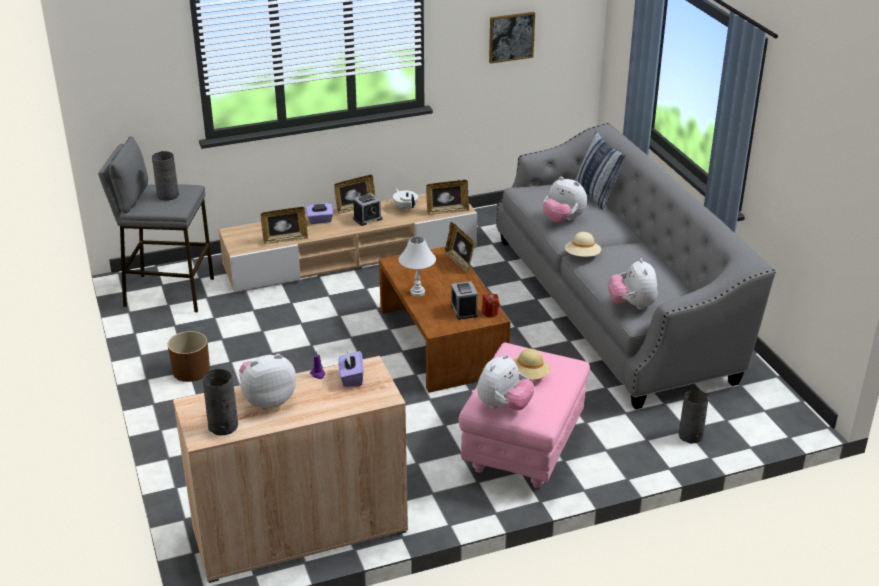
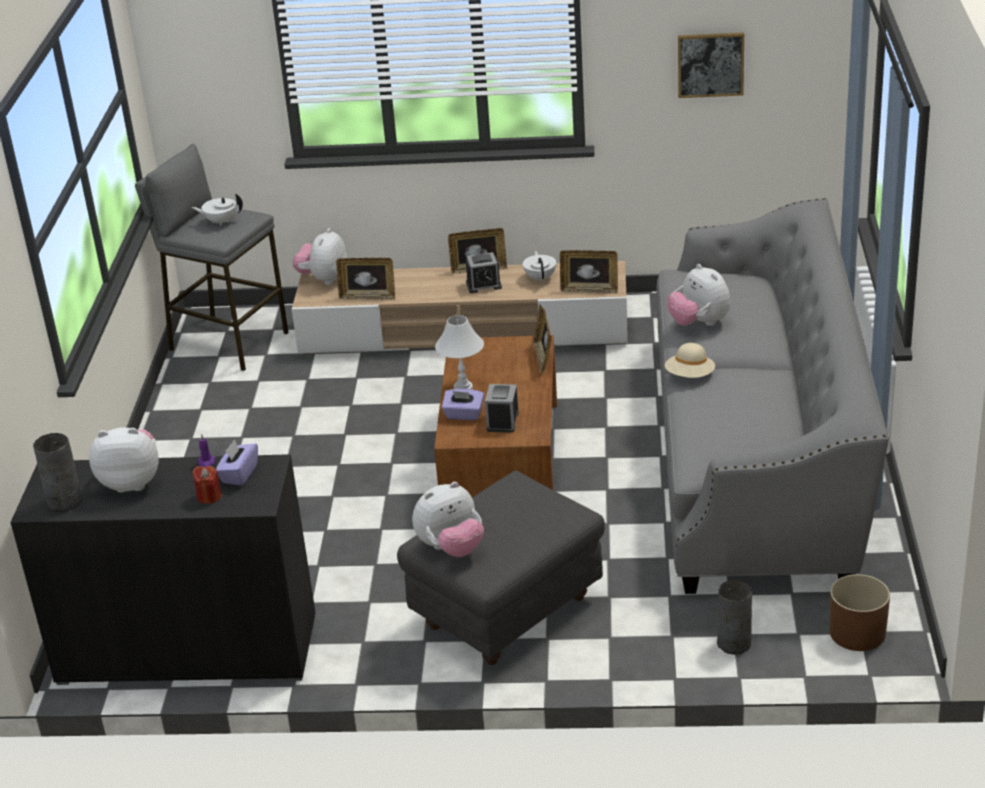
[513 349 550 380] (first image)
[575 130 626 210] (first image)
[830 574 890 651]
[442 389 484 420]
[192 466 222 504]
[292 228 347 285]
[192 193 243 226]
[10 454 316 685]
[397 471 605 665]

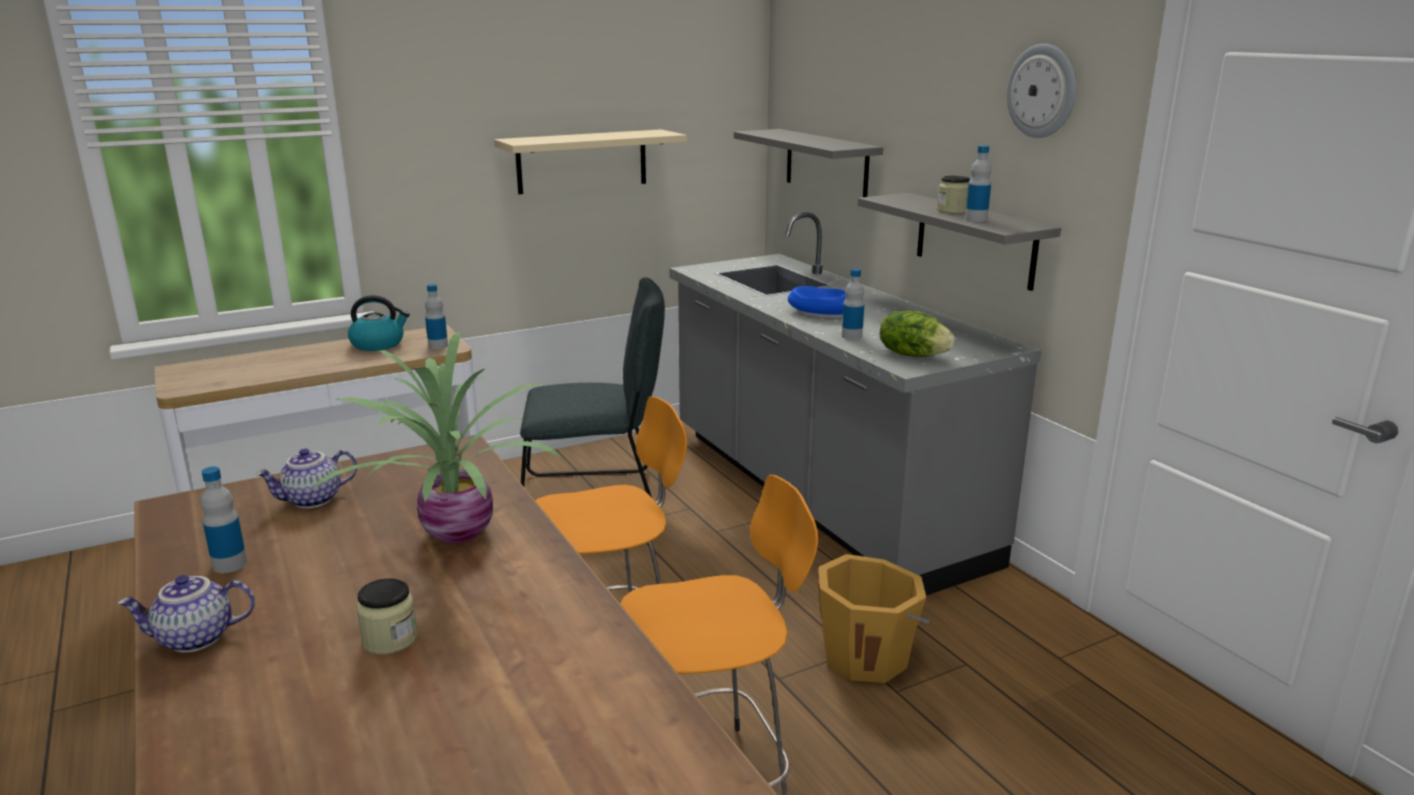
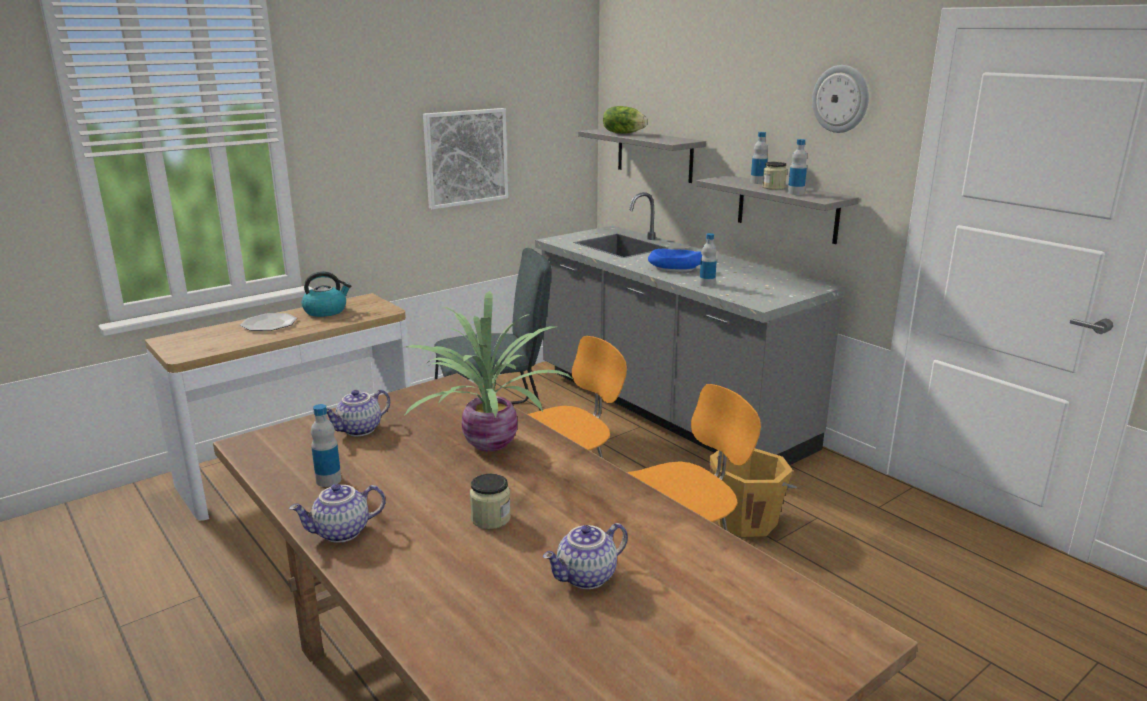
[240 313 297 331]
[543 523 628 589]
[750 132 768 184]
[603 106 647 134]
[423 108 508 209]

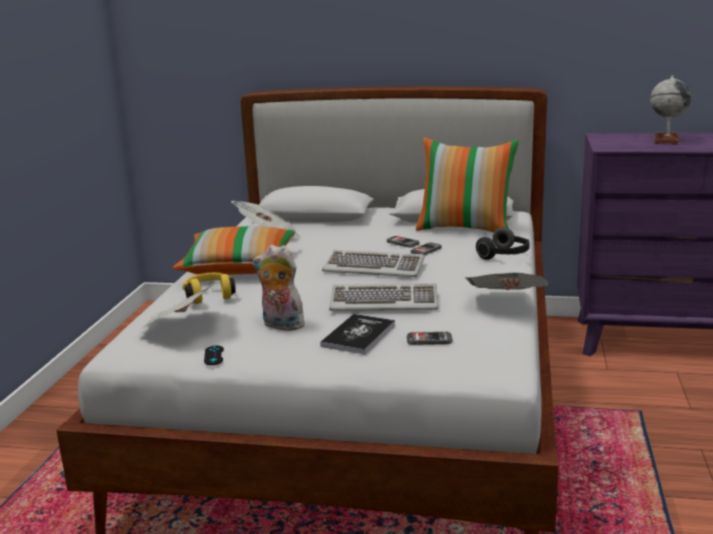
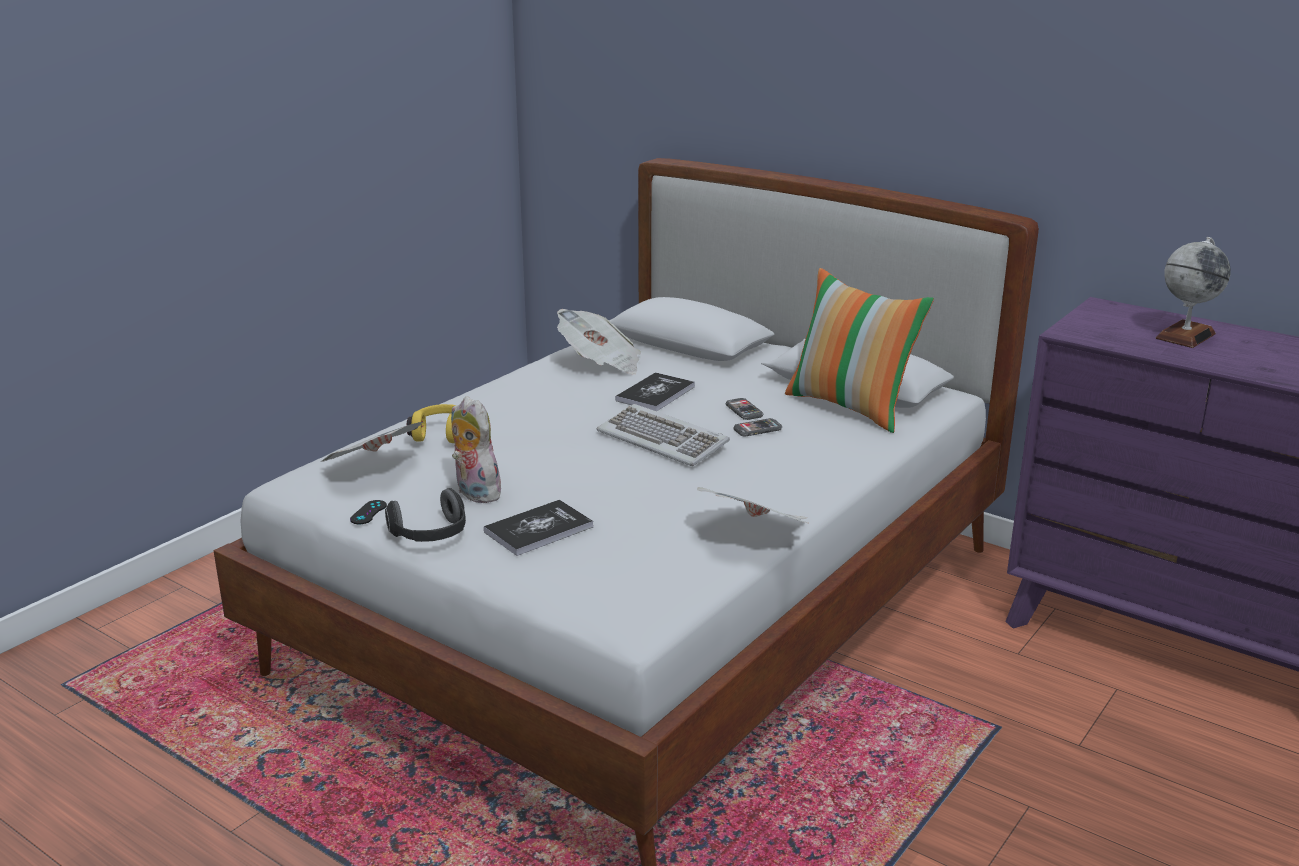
[173 226 295 275] (first image)
[329 283 438 311] (first image)
[407 332 453 345] (first image)
[615 372 695 412]
[385 488 466 542]

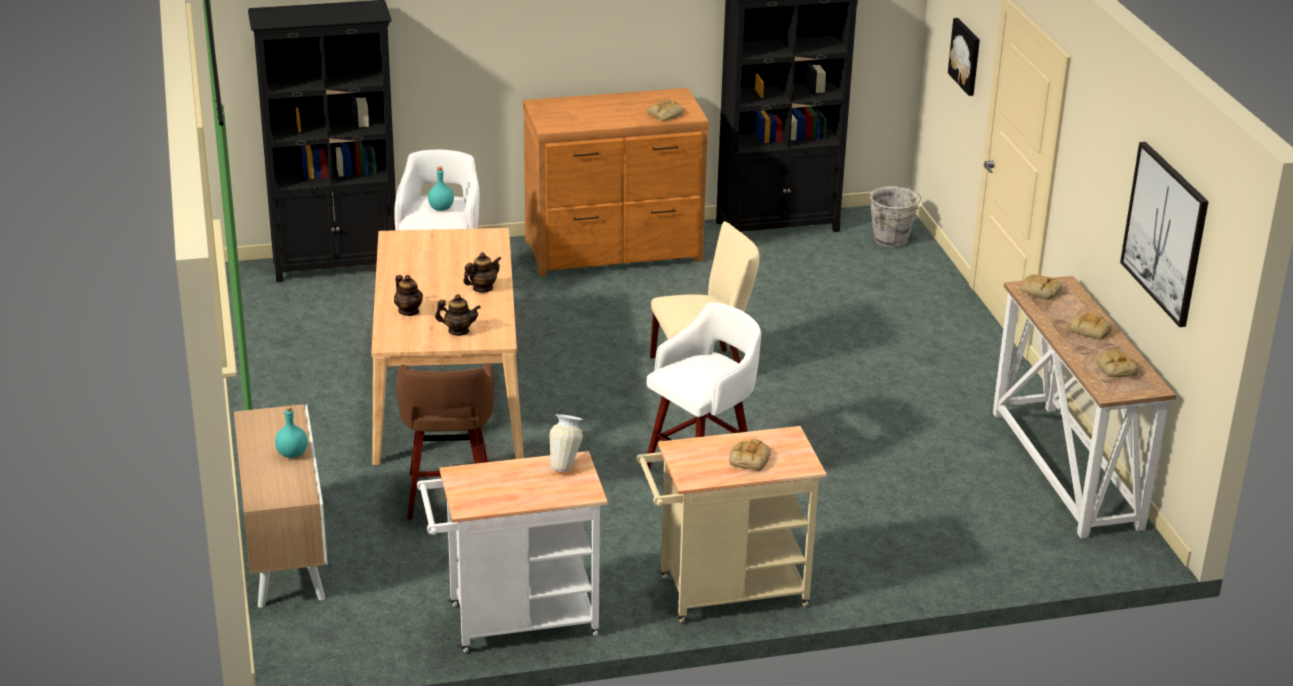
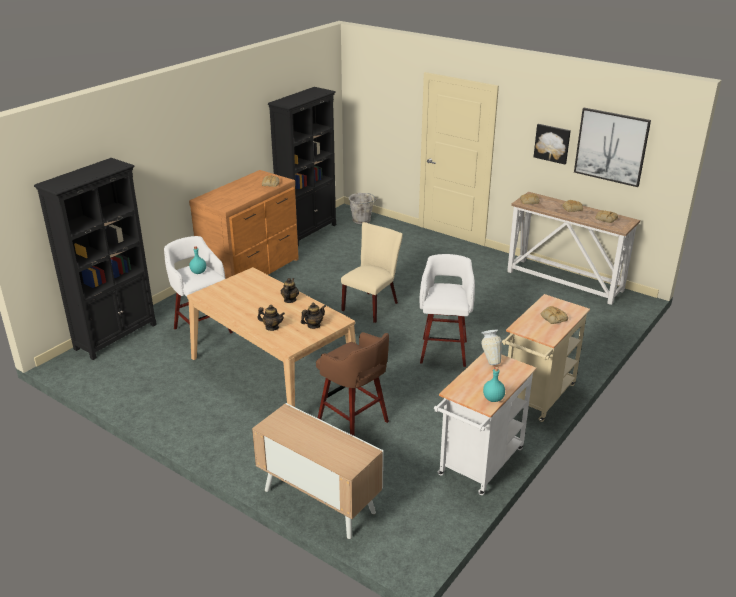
[483 367 505 402]
[534 124 571 165]

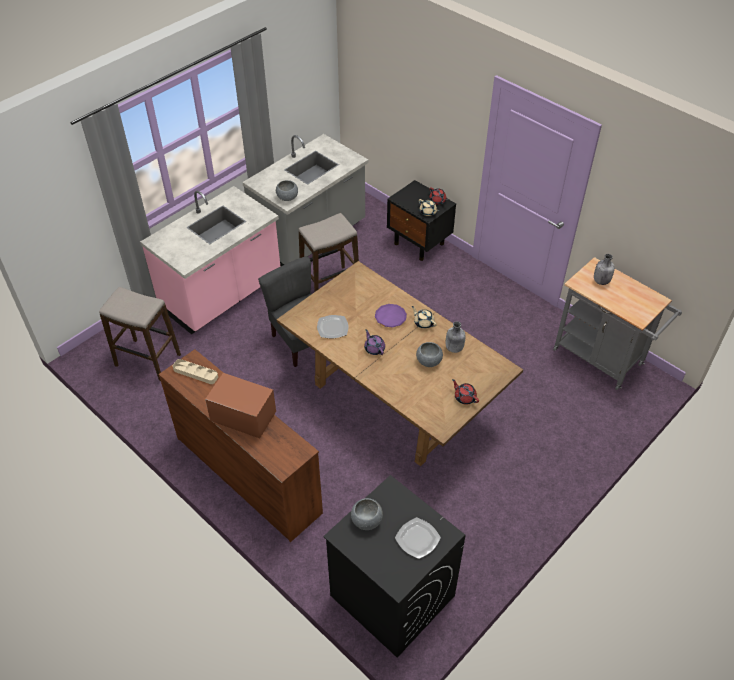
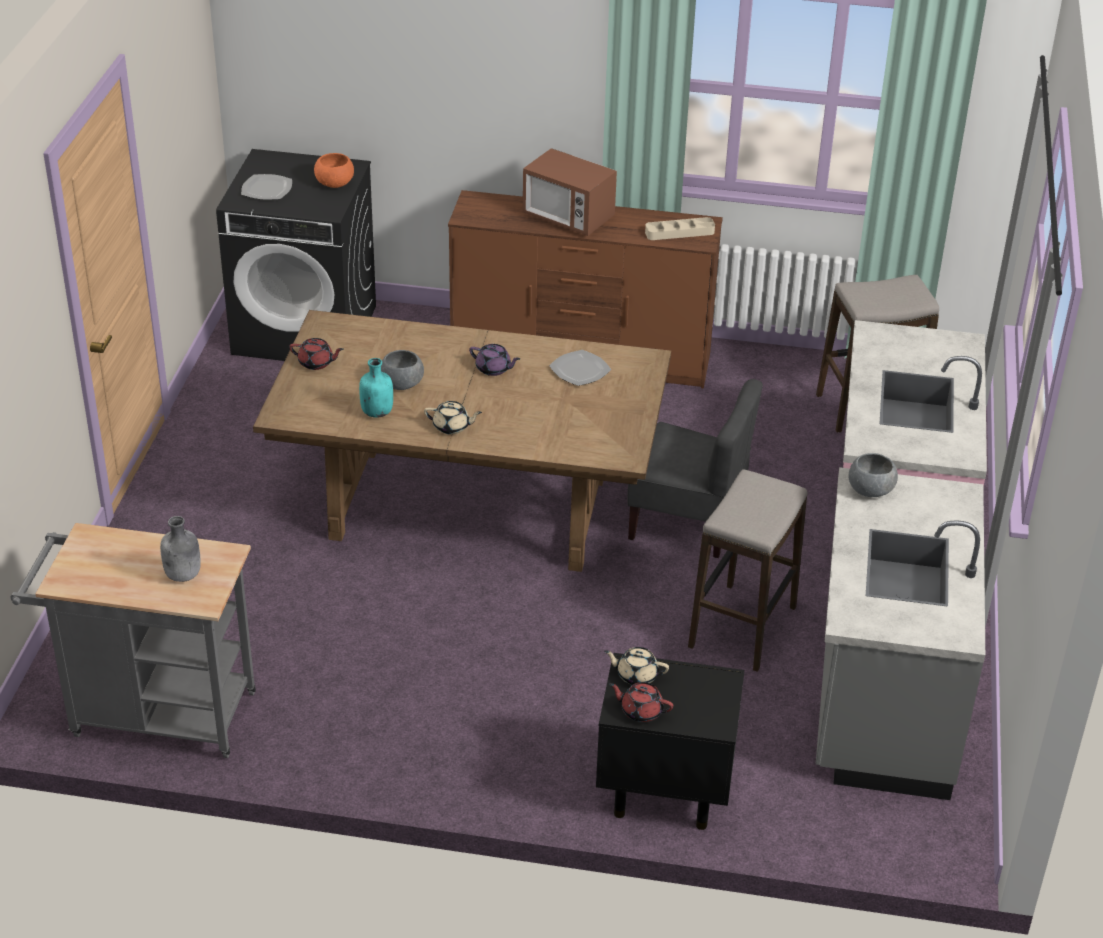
[375 304 407 327] (first image)
[314 153 354 188]
[359 358 393 418]
[523 148 617 236]

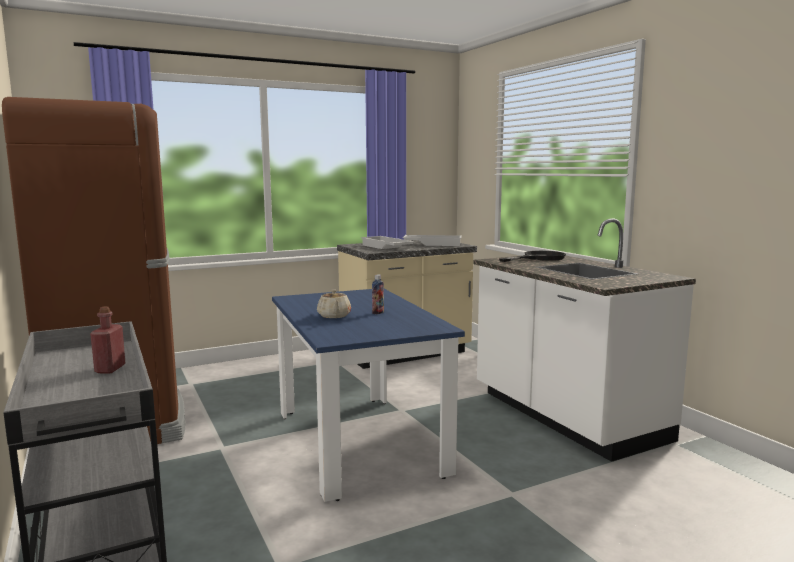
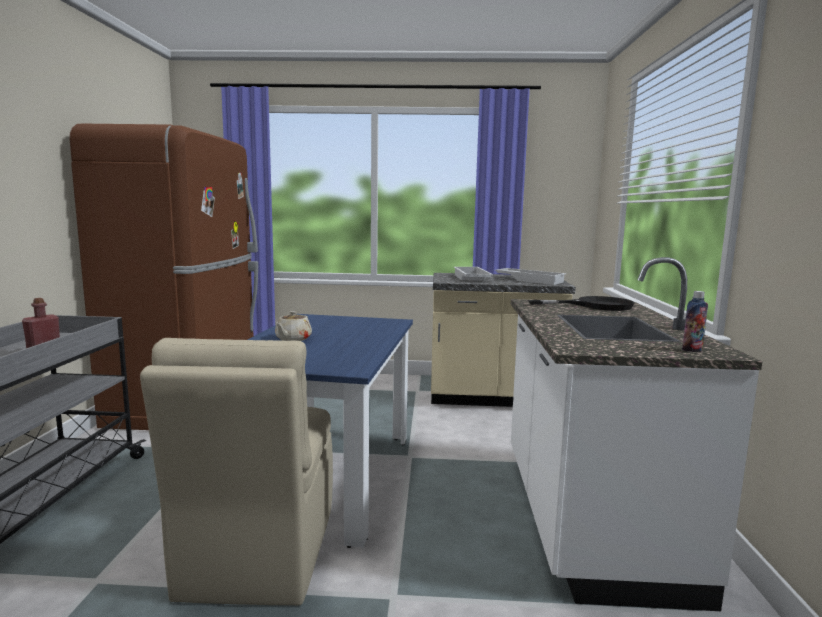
[140 338 333 606]
[682 291 708 352]

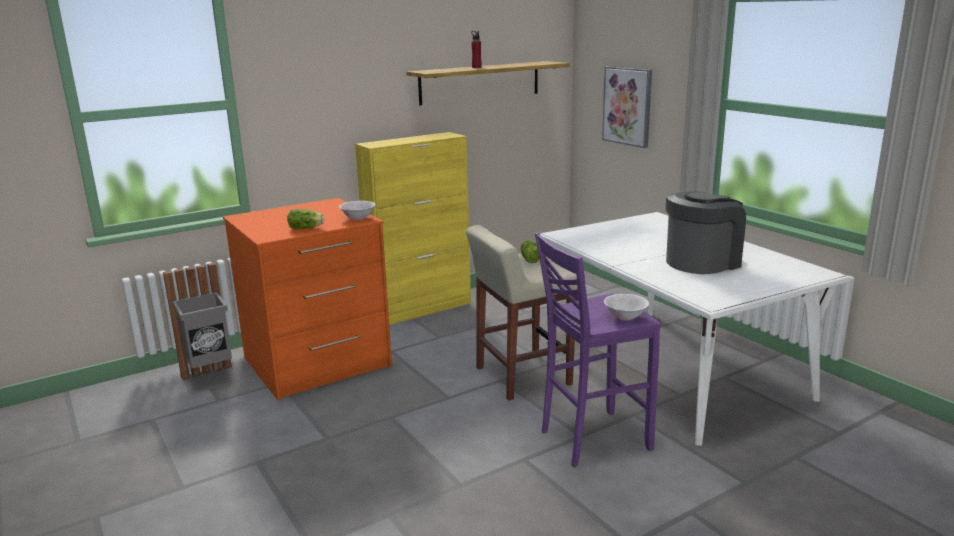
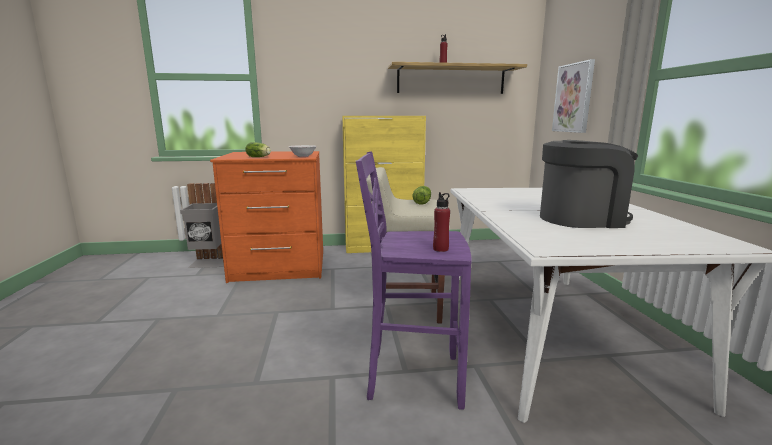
[433 192 450 252]

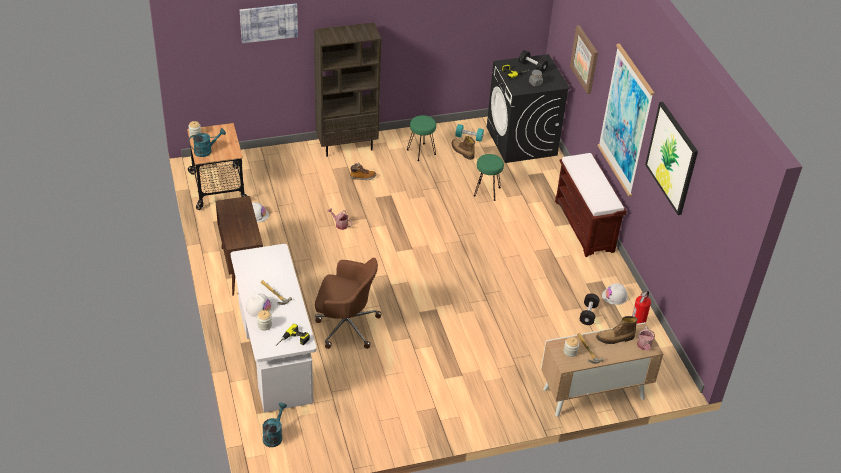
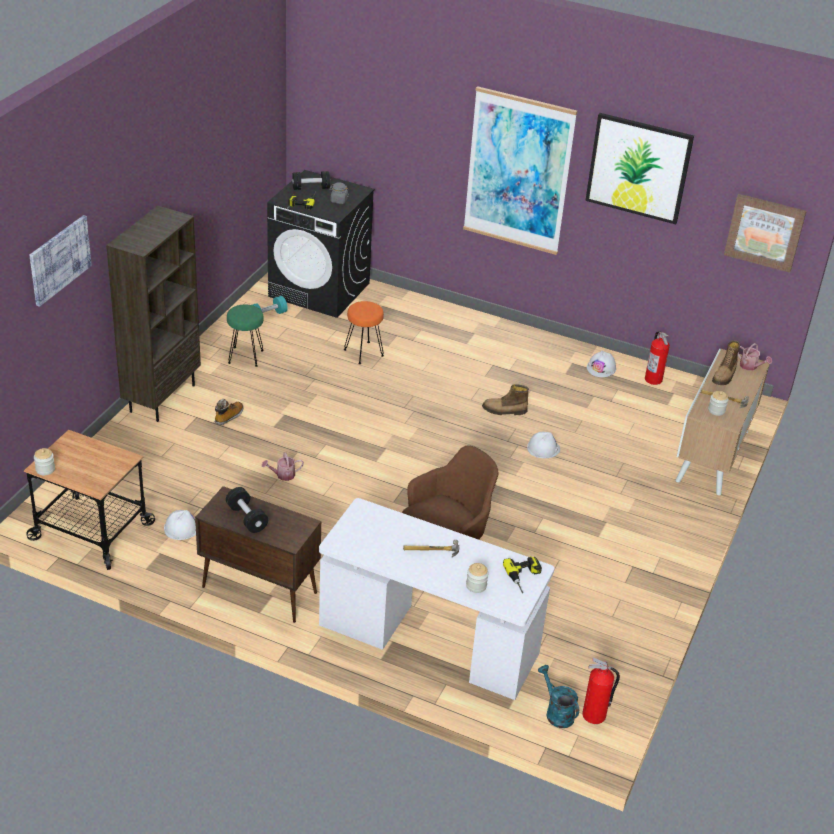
[189 128 226 157] (first image)
[555 153 627 257] (first image)
[582 658 620 724]
[527 432 560 458]
[482 384 529 415]
[724 194 806 273]
[226 487 268 533]
[344 301 384 364]

